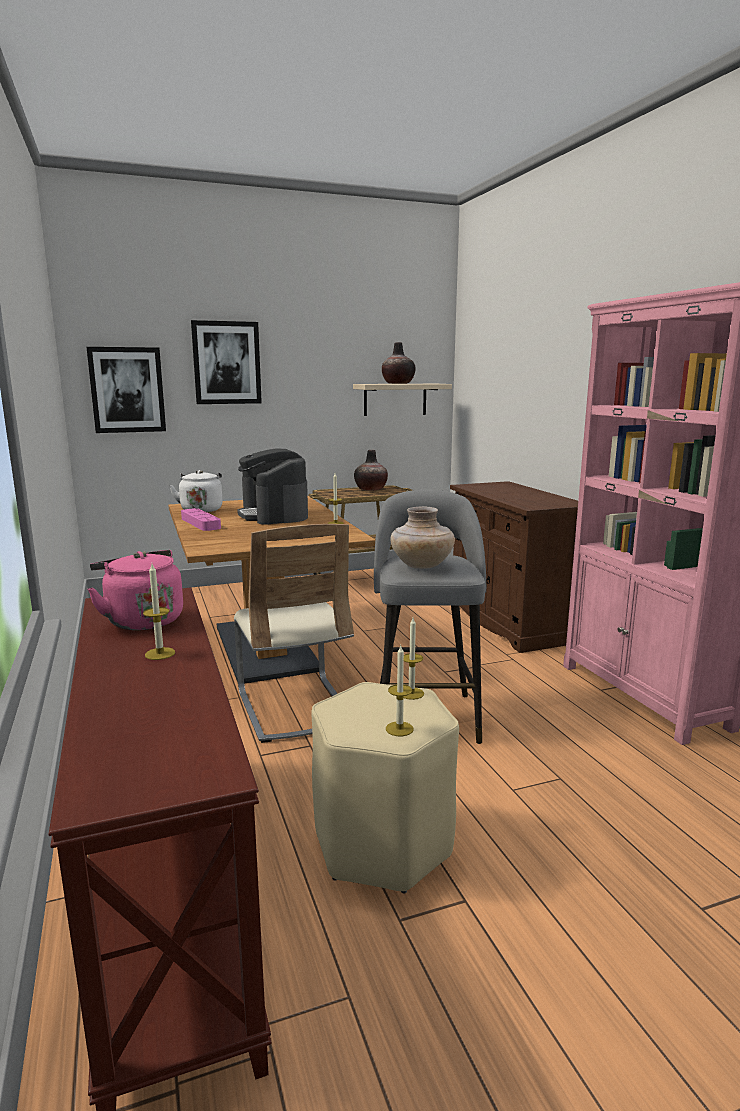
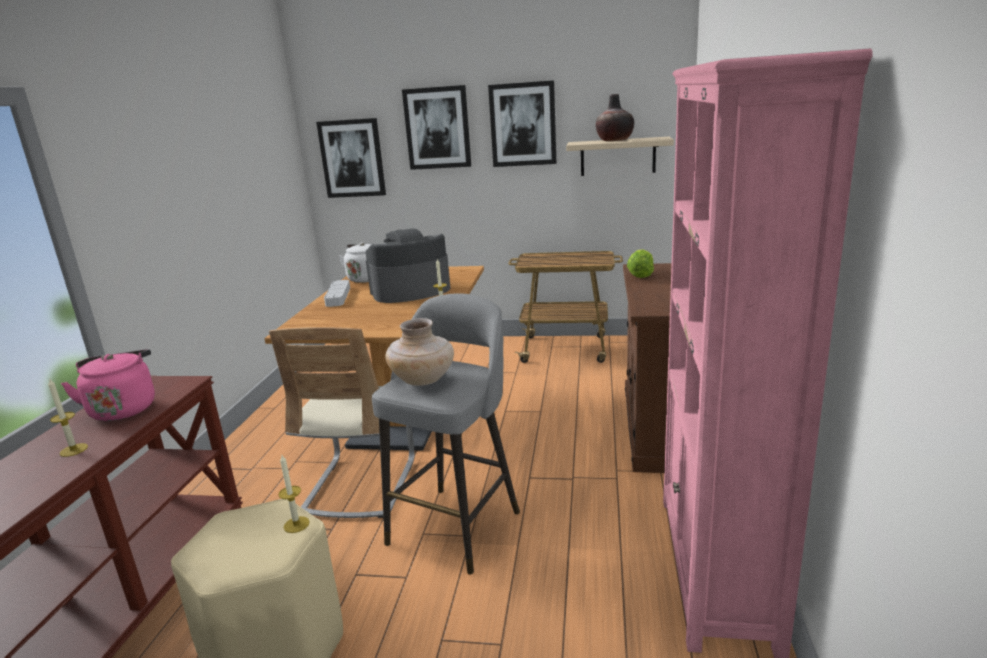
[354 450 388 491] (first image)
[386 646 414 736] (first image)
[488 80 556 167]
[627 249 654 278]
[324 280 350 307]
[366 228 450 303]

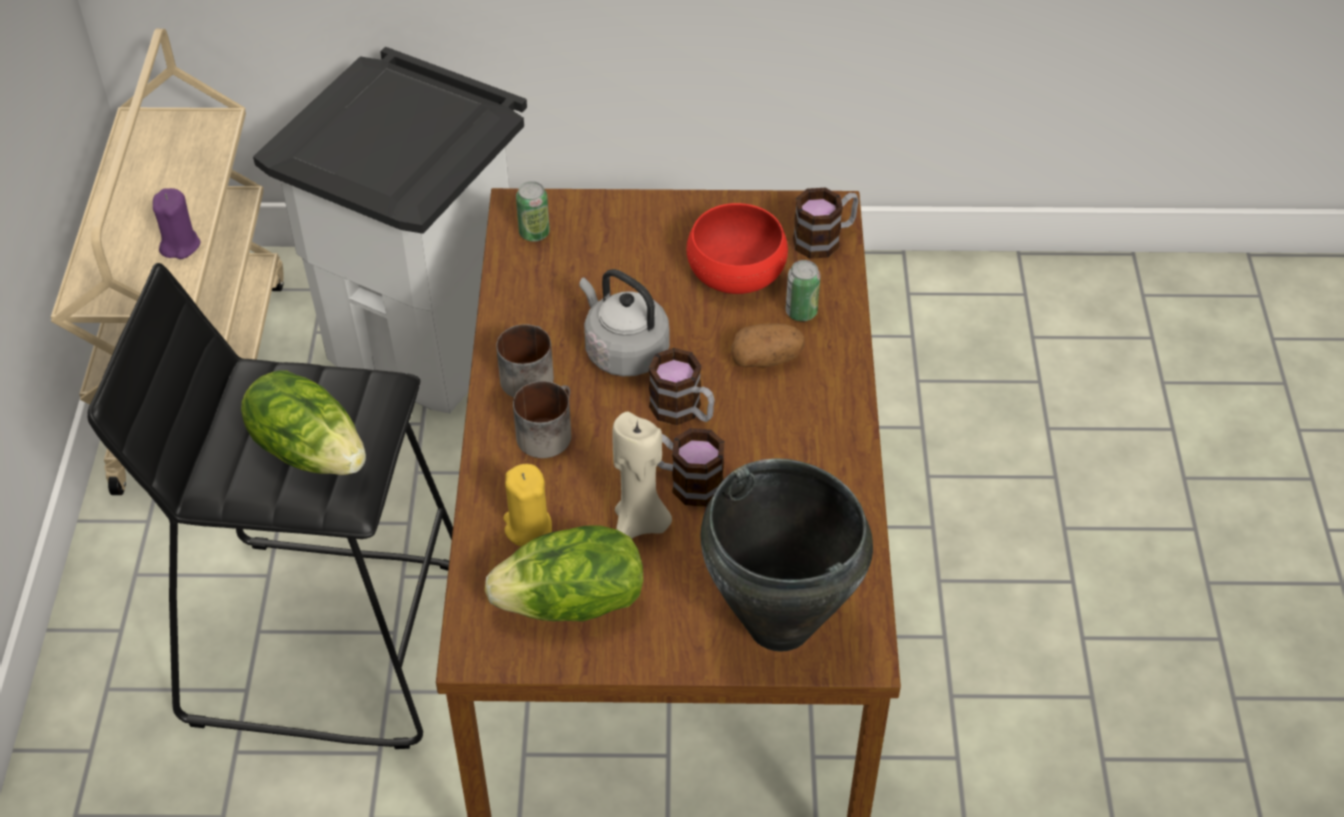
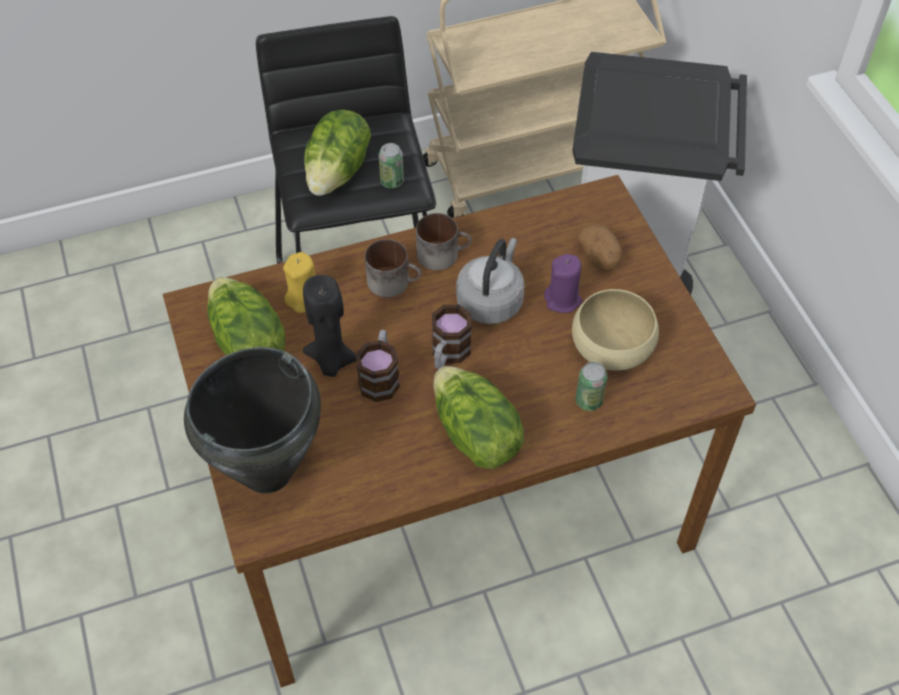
[793 188 859 259] (first image)
[433 366 524 469]
[544 254 582 313]
[379 143 404 189]
[577 225 622 270]
[303 275 357 377]
[572 289 659 371]

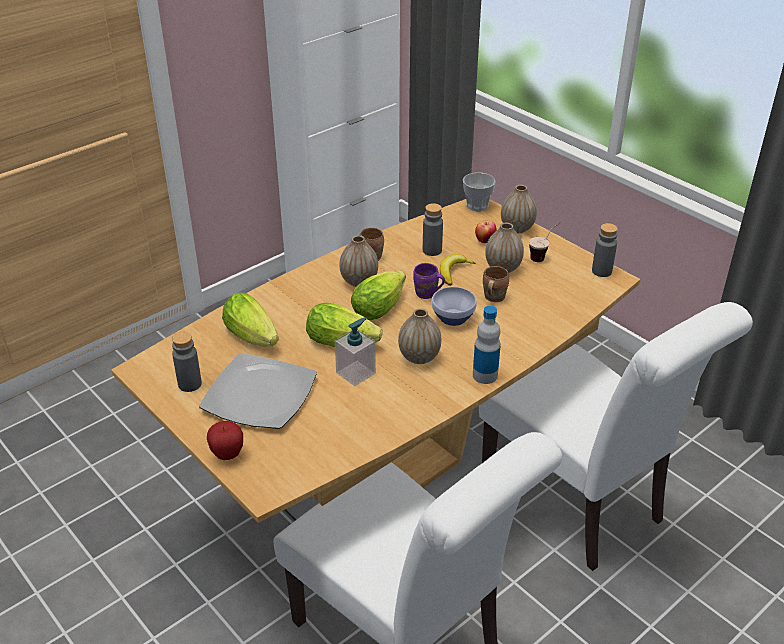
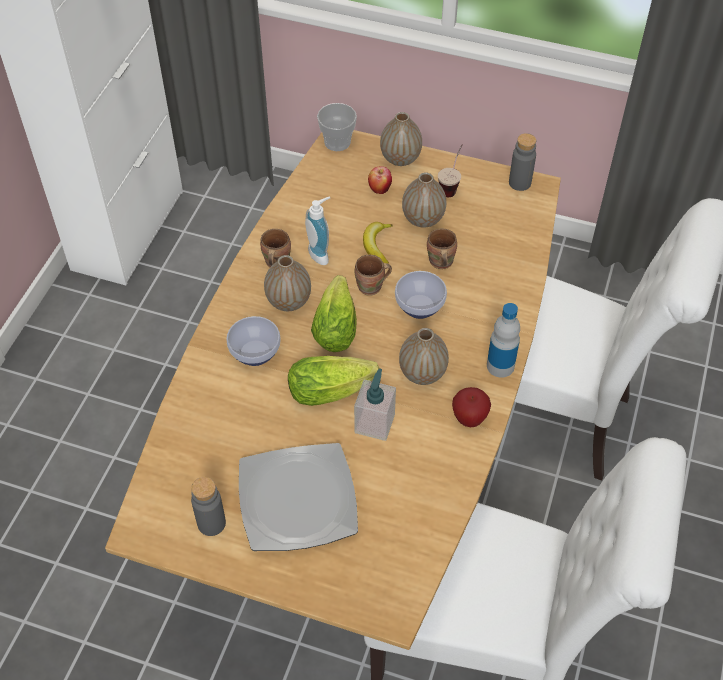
[222 293 279 346] (first image)
[423 203 443 256] (first image)
[227 316 281 366]
[305 197 330 265]
[452 387 491 427]
[355 255 392 296]

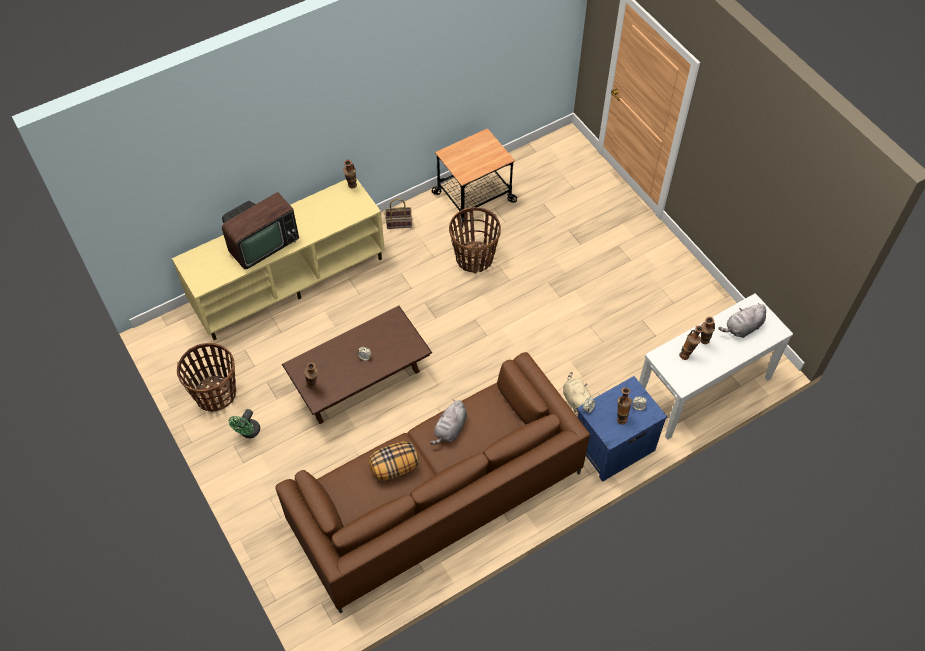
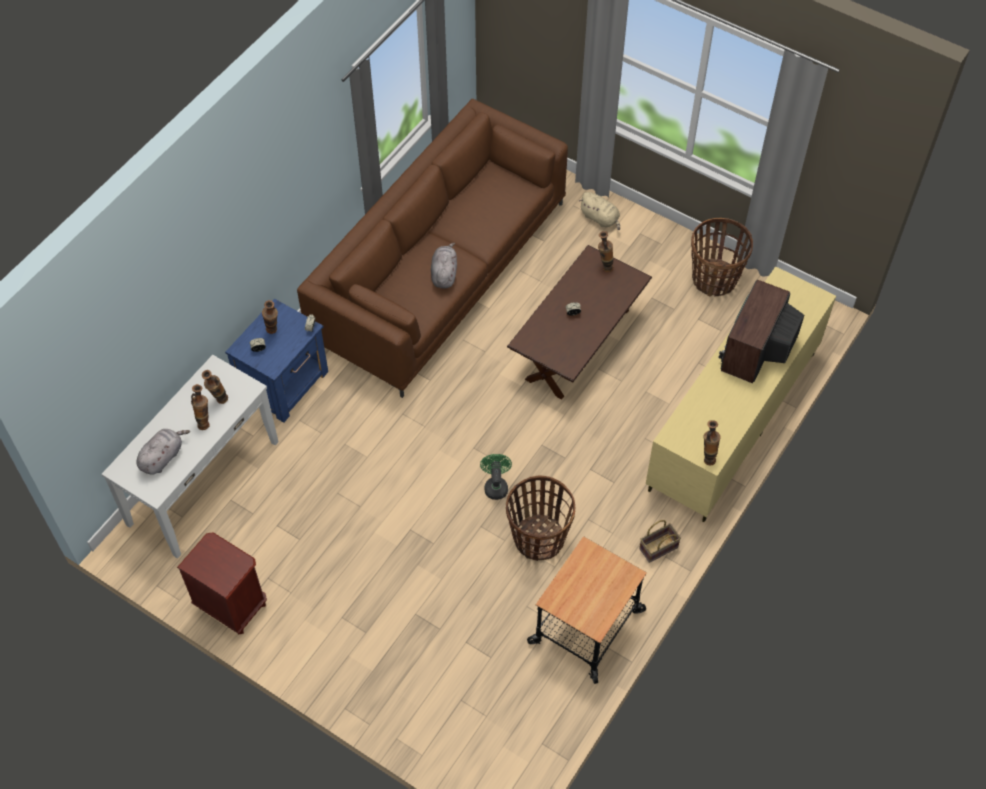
[369 442 419 480] (first image)
[177 532 267 635]
[480 454 512 500]
[579 192 620 230]

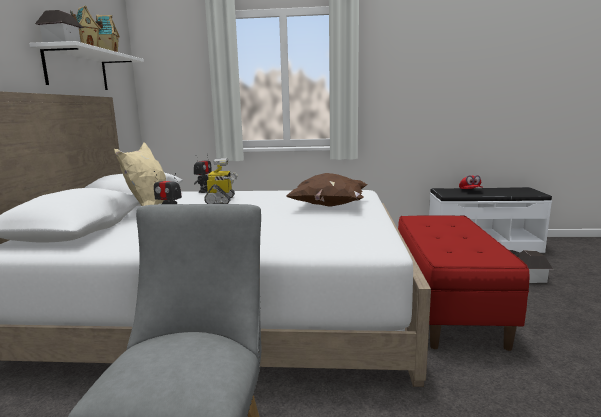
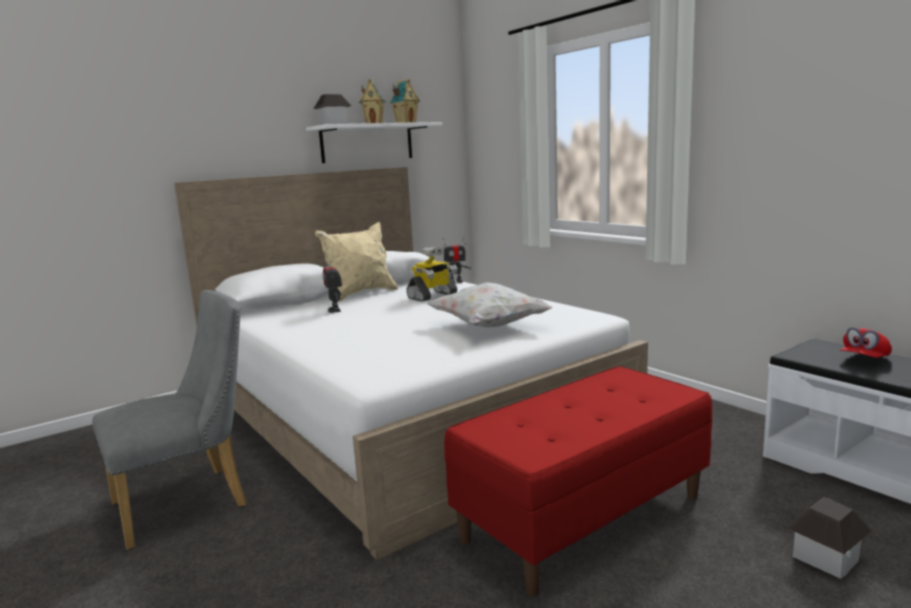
[427 282 553 327]

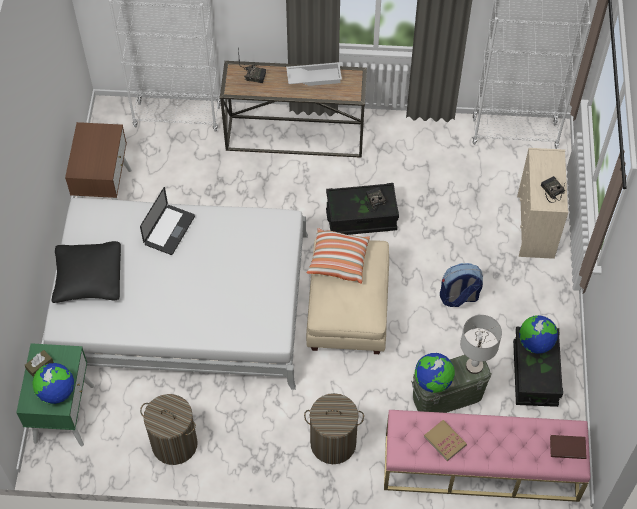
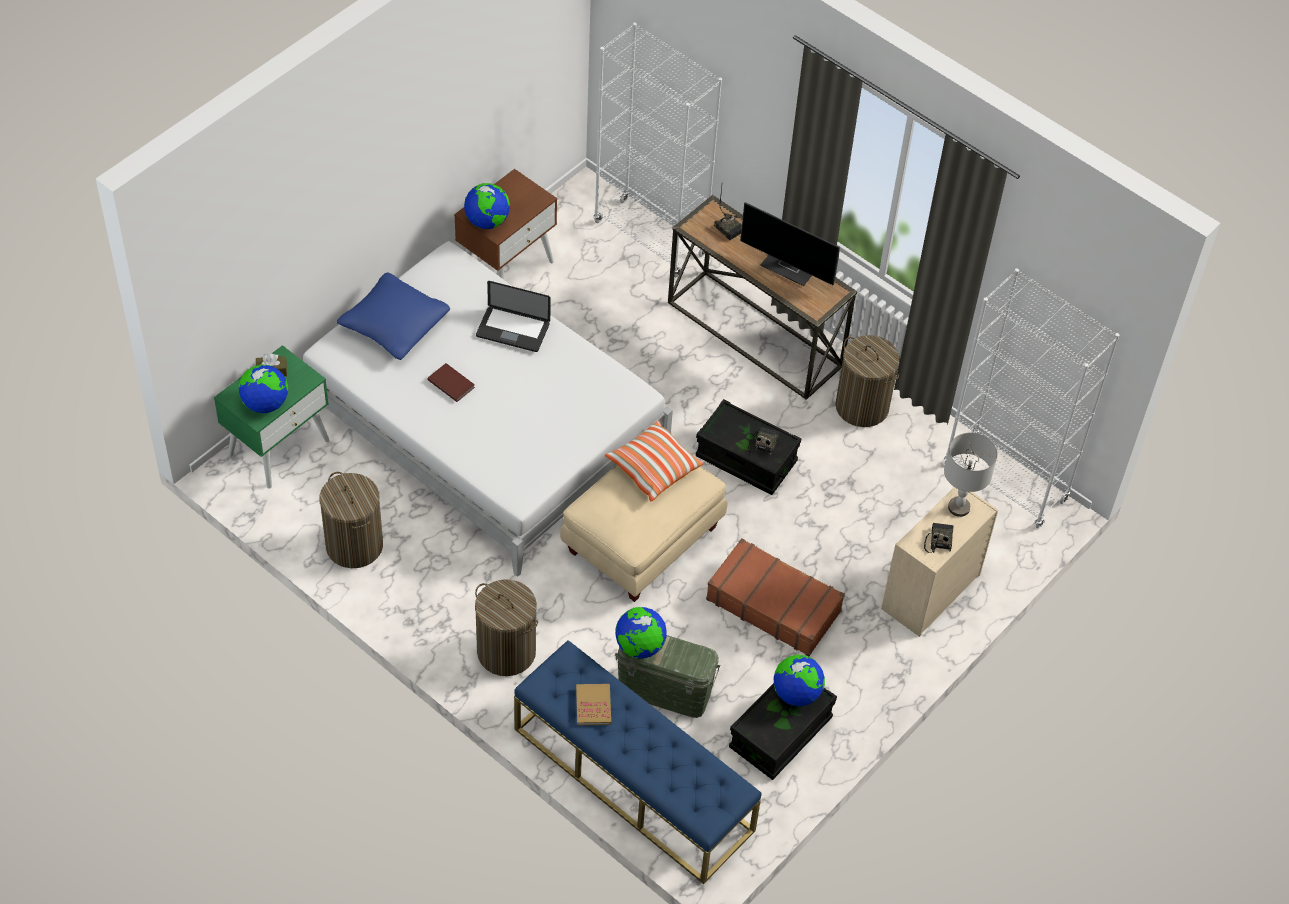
[464 183 510 229]
[835 335 900 427]
[944 433 998 517]
[427 363 475 402]
[740 202 840 286]
[706 538 845 656]
[337 272 450 360]
[514 640 762 884]
[476 281 551 352]

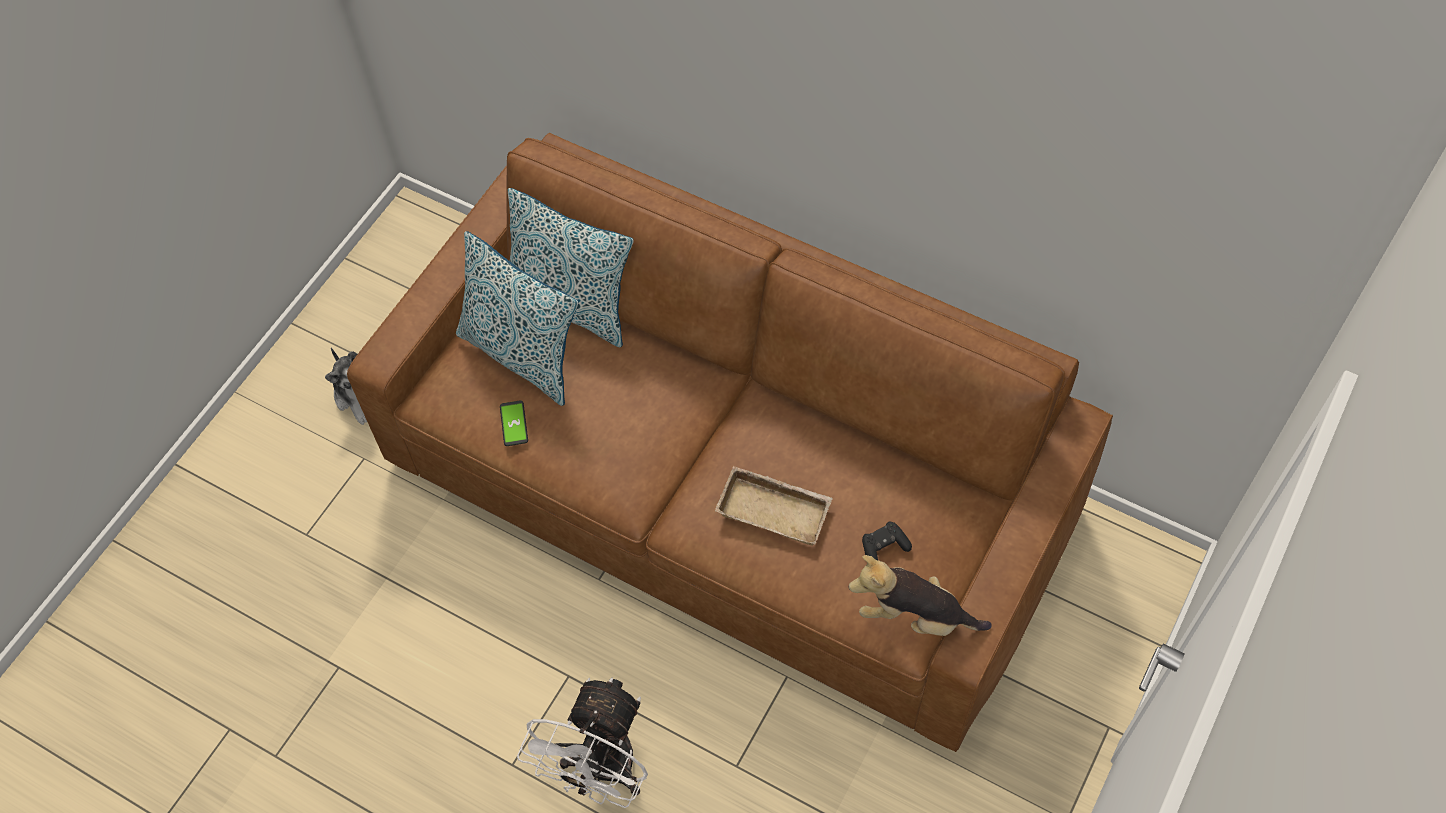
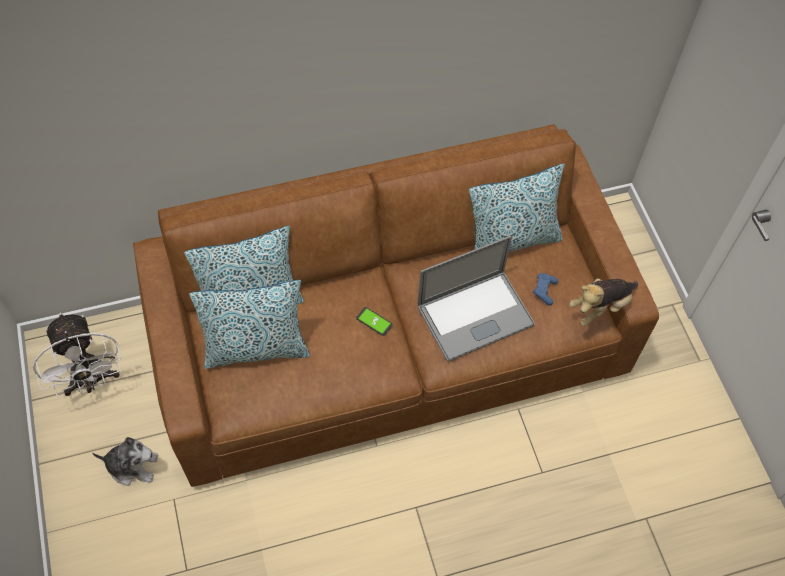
[469 163 565 252]
[356 307 393 336]
[33 313 121 397]
[417 236 535 362]
[532 273 558 305]

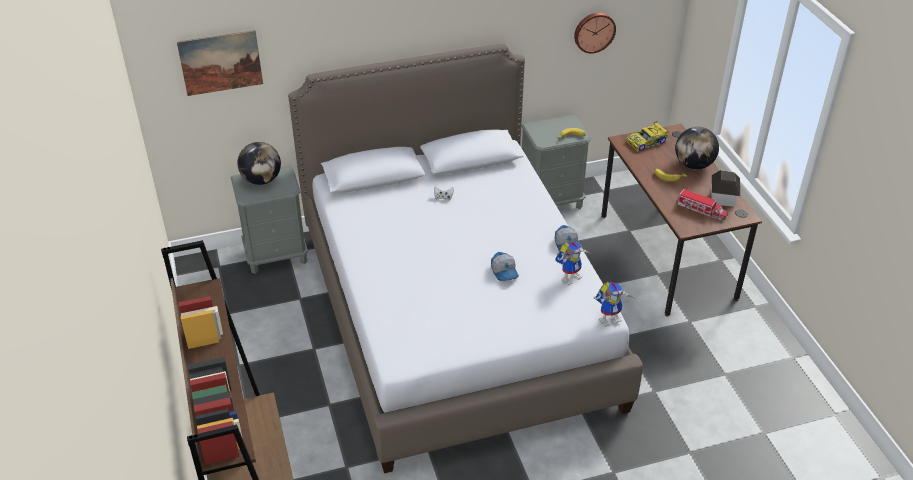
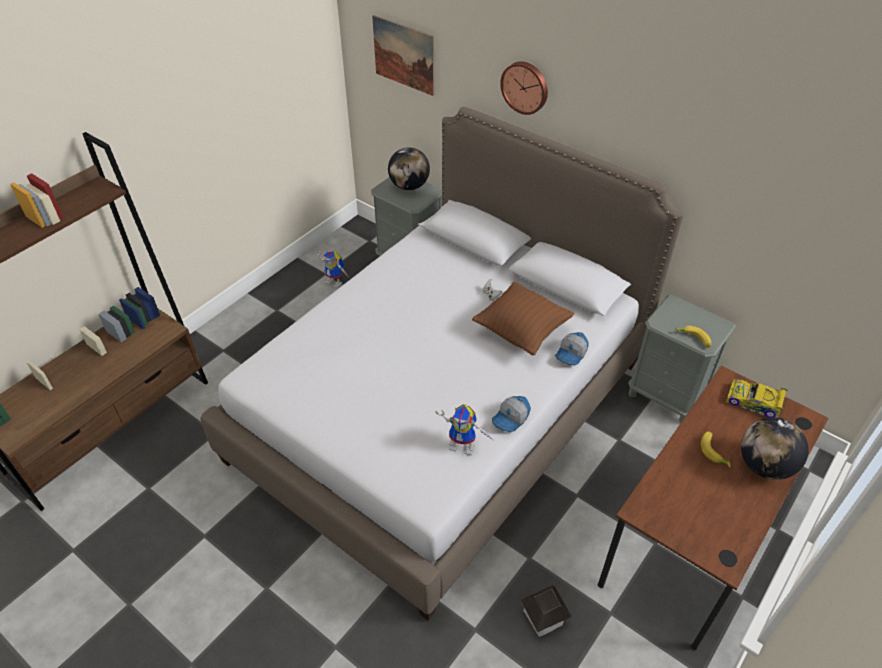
[676 189 728 221] (first image)
[472 282 574 356]
[555 332 589 366]
[500 61 548 115]
[315 251 349 288]
[521 585 572 637]

